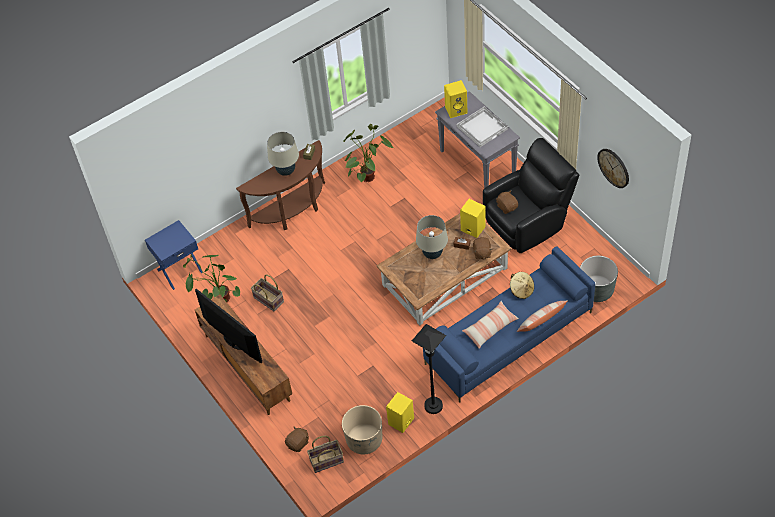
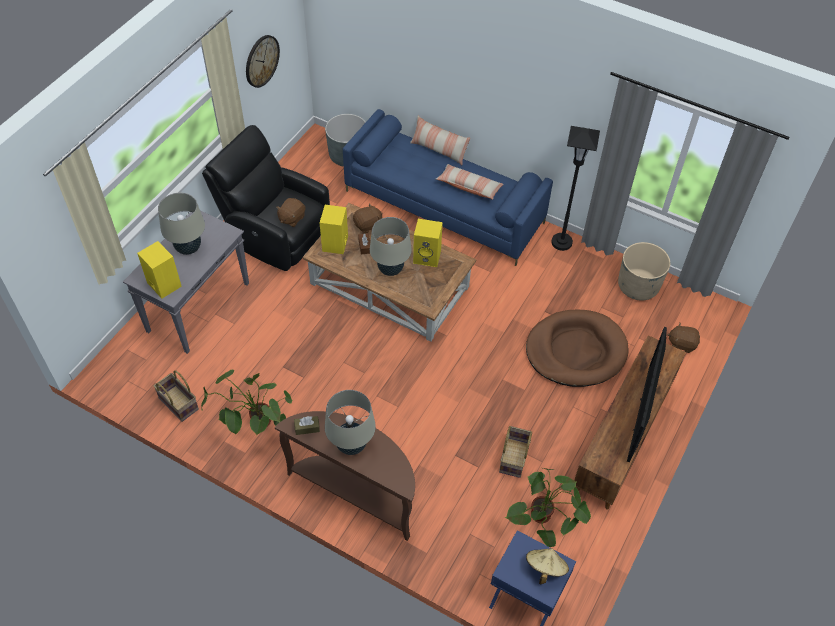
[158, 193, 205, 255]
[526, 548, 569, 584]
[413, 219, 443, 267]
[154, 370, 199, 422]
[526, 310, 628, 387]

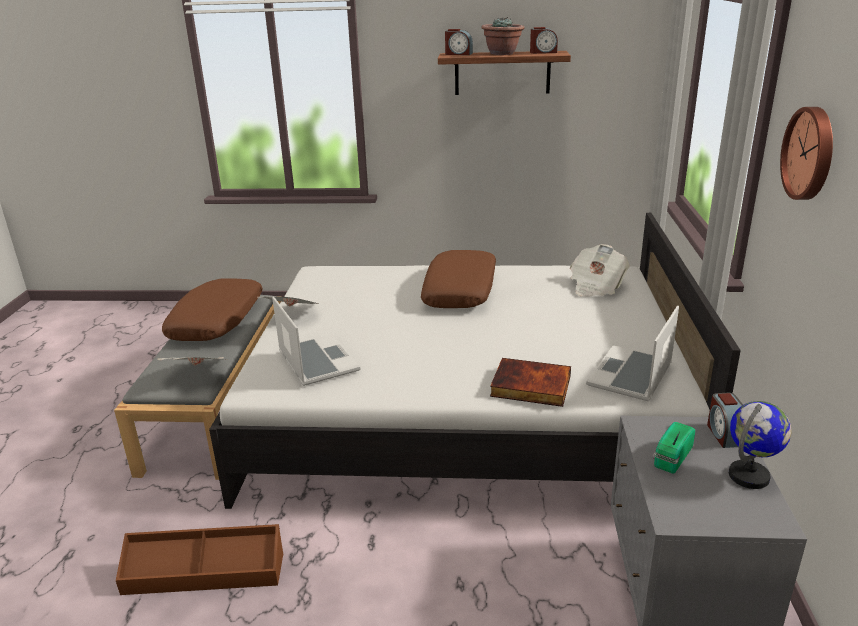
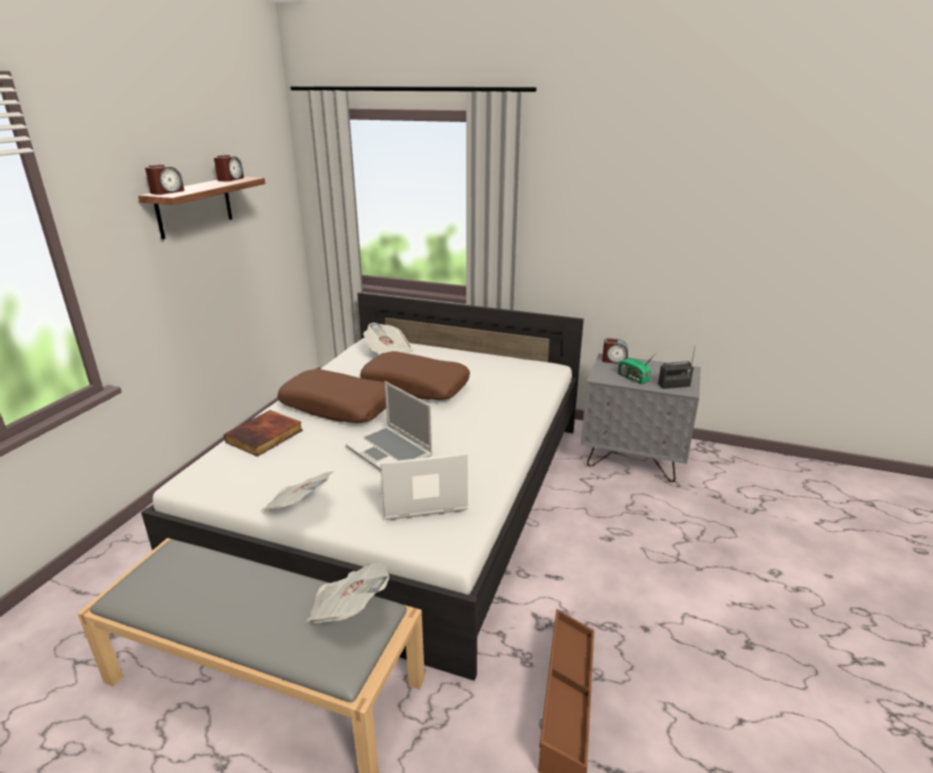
[481, 17, 524, 55] (first image)
[780, 107, 833, 200] (first image)
[360, 351, 470, 400]
[346, 381, 433, 471]
[224, 410, 303, 457]
[729, 401, 791, 489] (first image)
[658, 348, 695, 389]

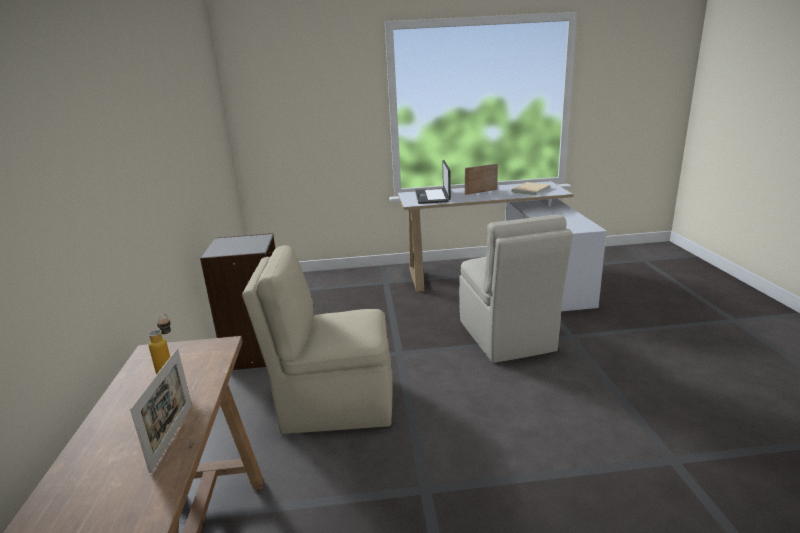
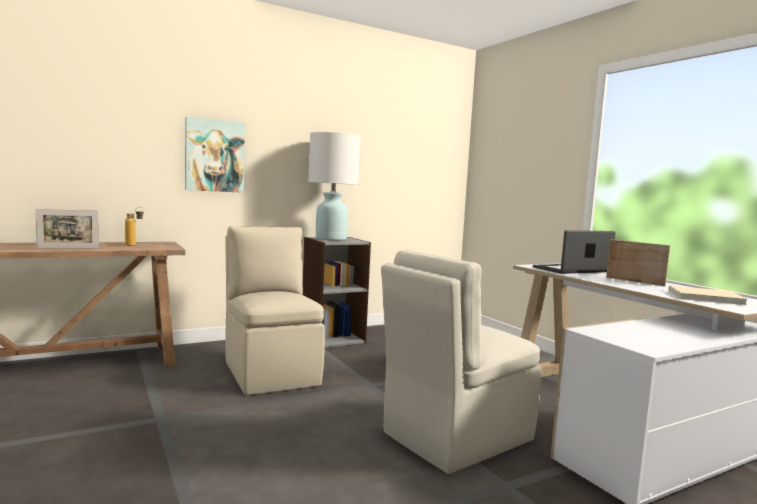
[185, 117, 245, 193]
[308, 132, 360, 241]

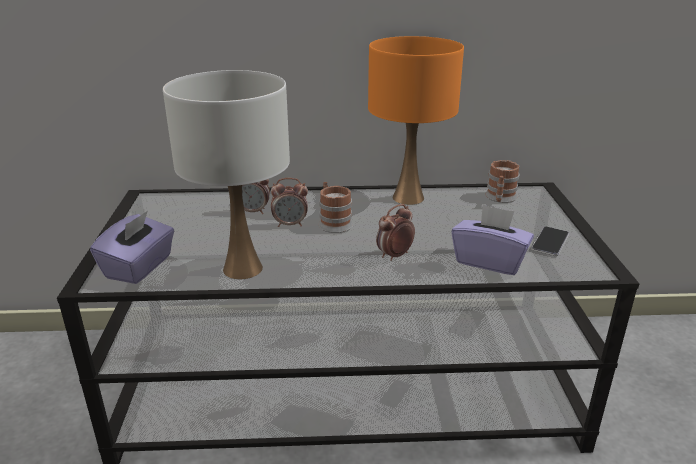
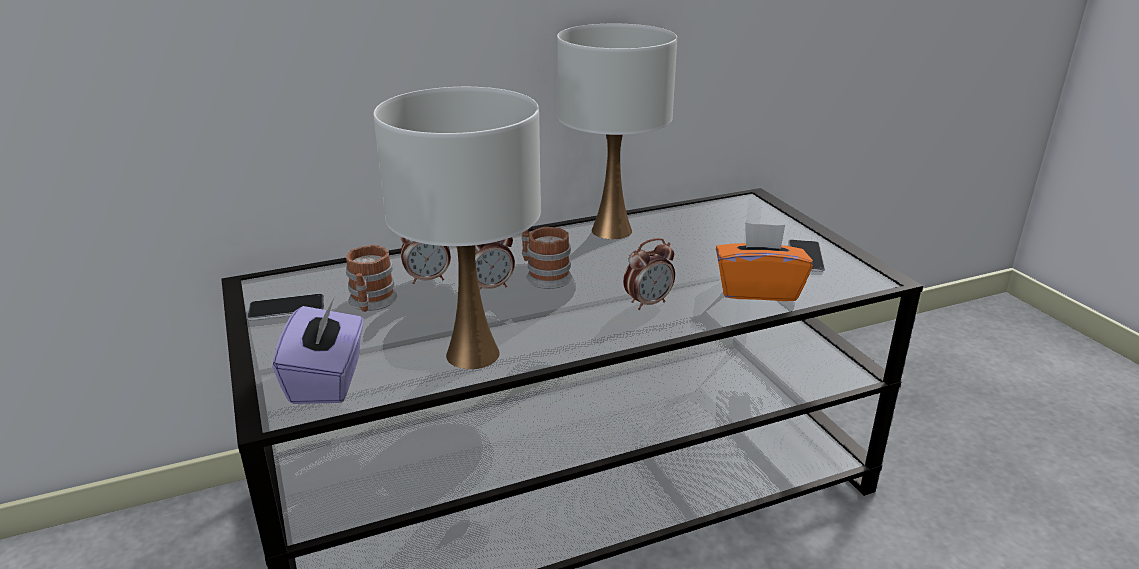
[557, 24, 677, 239]
[346, 245, 397, 312]
[623, 238, 675, 310]
[716, 222, 813, 301]
[247, 294, 324, 321]

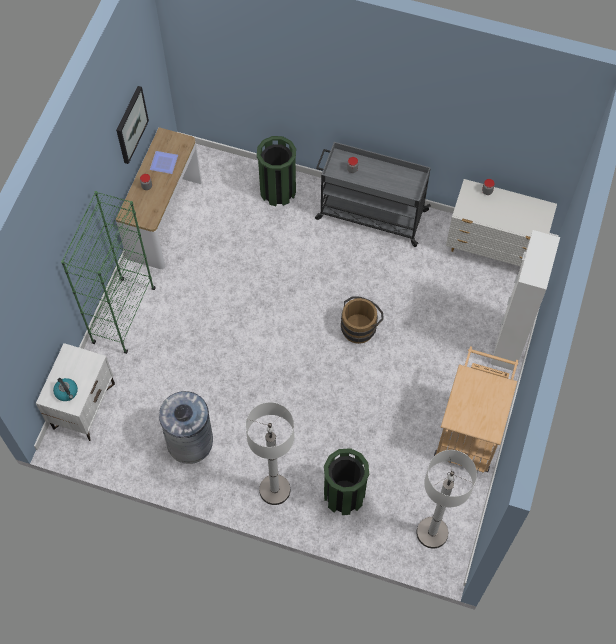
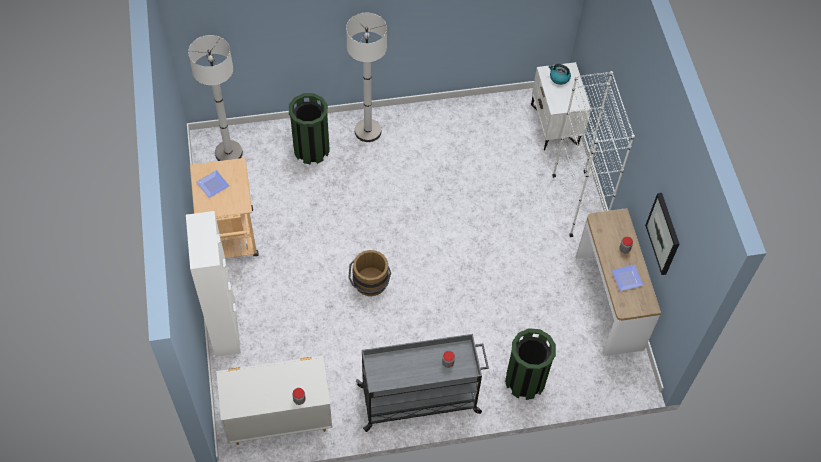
[552, 71, 635, 237]
[159, 391, 213, 464] (first image)
[196, 170, 229, 198]

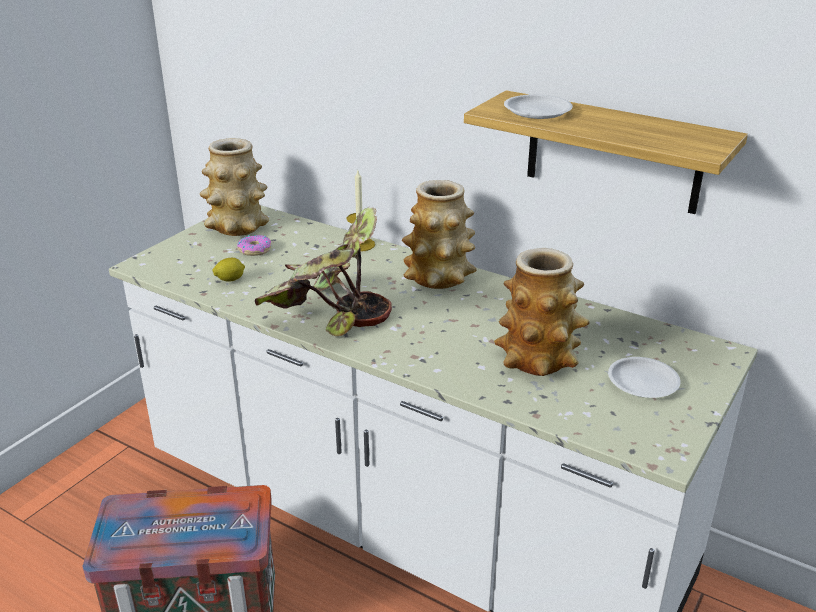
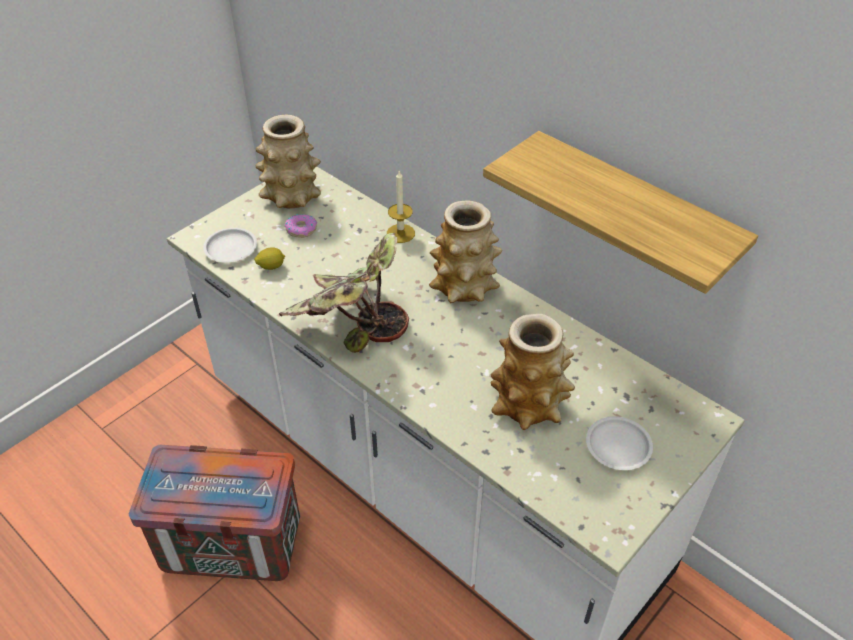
[203, 228, 257, 263]

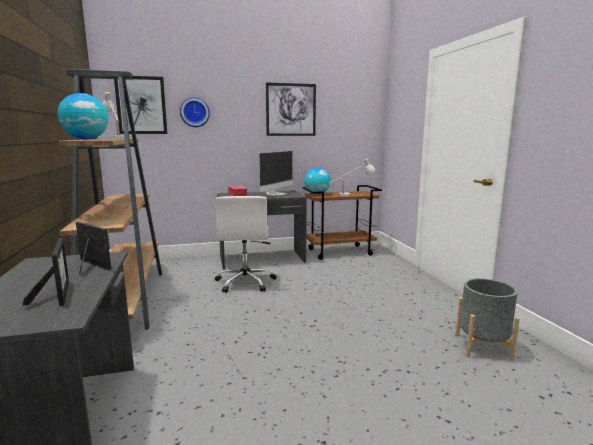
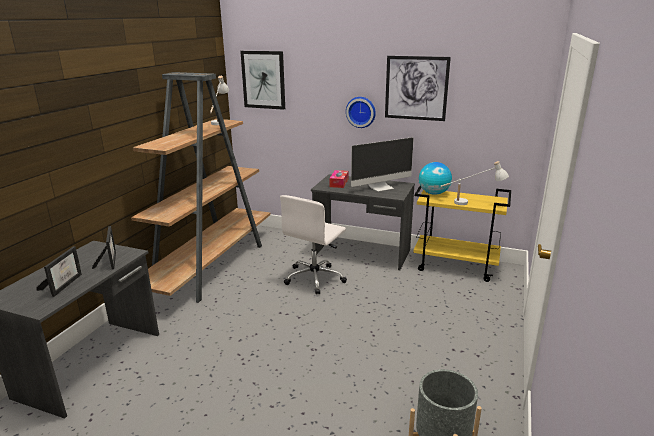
[58, 93, 108, 140] (first image)
[346, 97, 376, 128]
[413, 186, 511, 282]

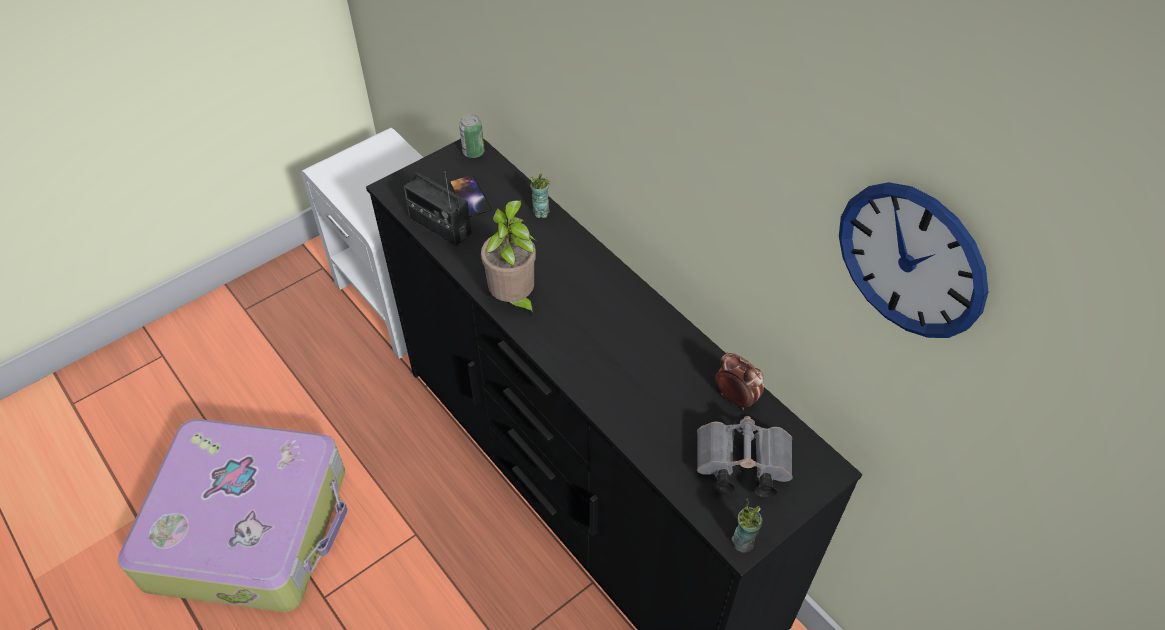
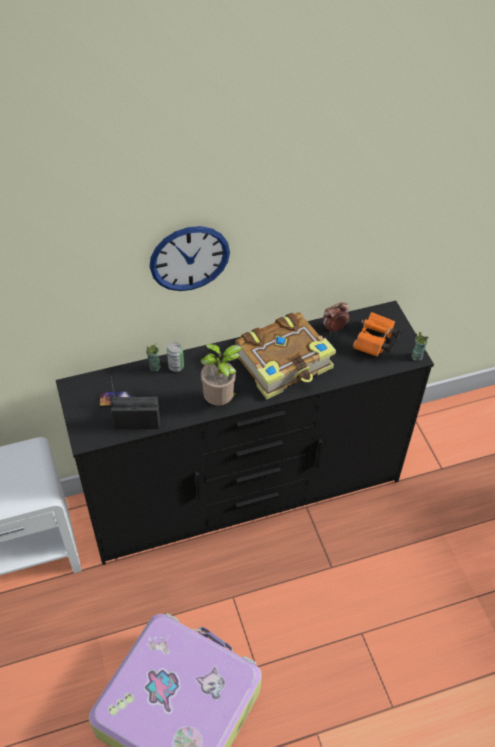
[167, 343, 184, 372]
[111, 379, 160, 429]
[150, 226, 230, 291]
[353, 312, 401, 357]
[235, 312, 336, 399]

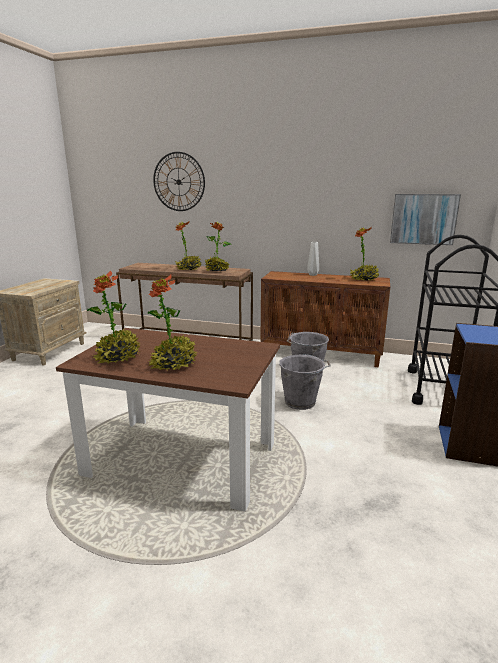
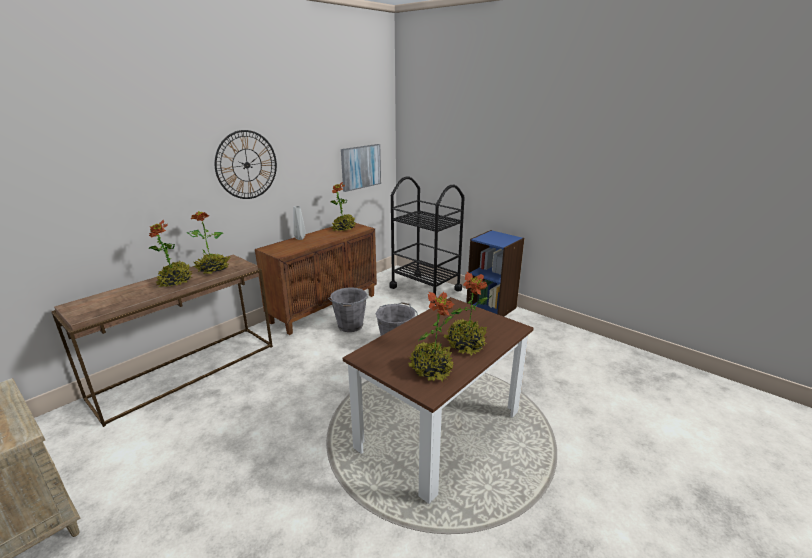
[214, 130, 277, 199]

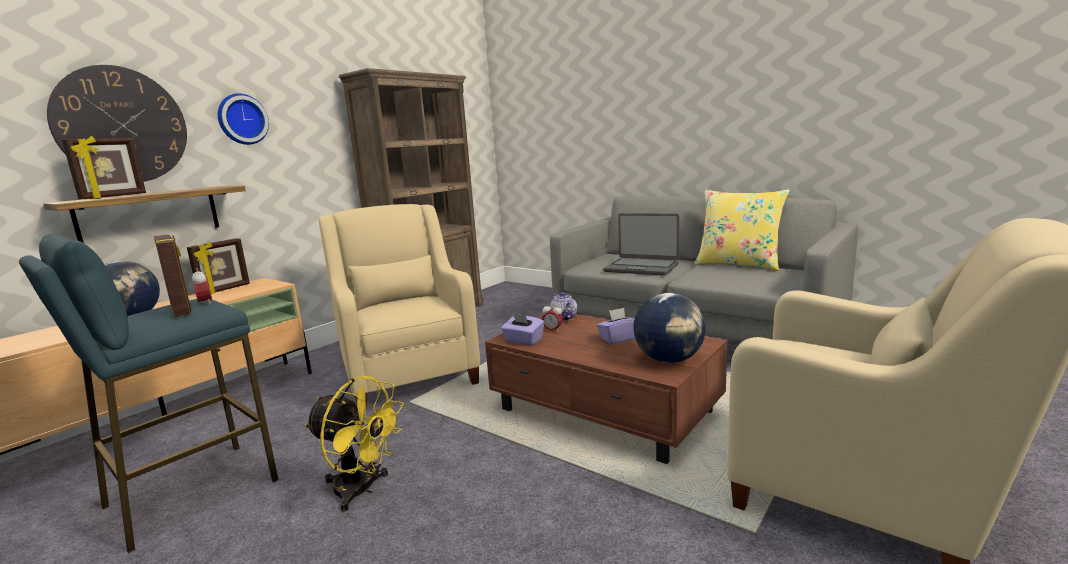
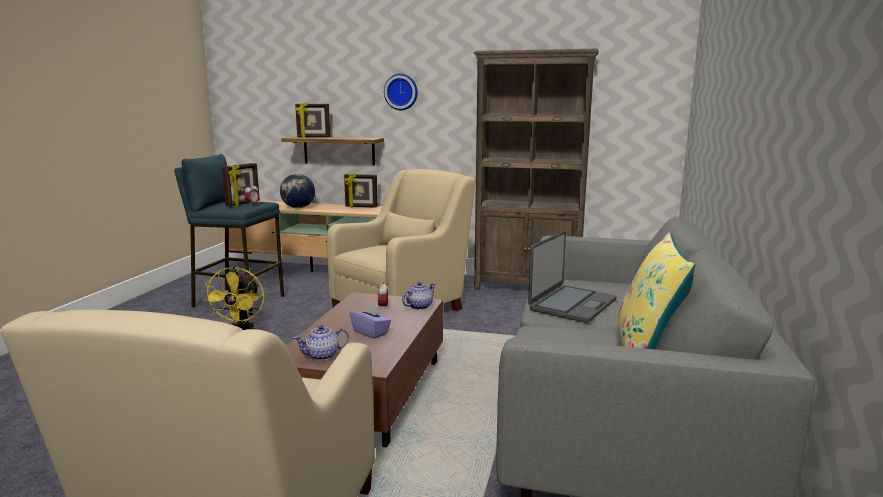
[47, 65, 187, 182] (first image)
[528, 231, 617, 323]
[293, 325, 349, 361]
[501, 313, 544, 346] (first image)

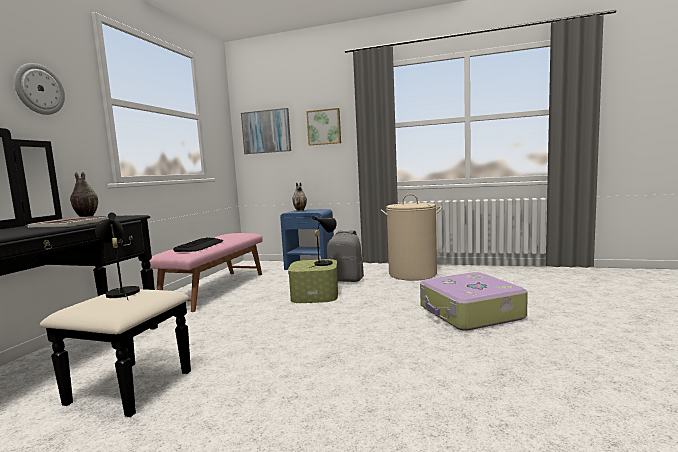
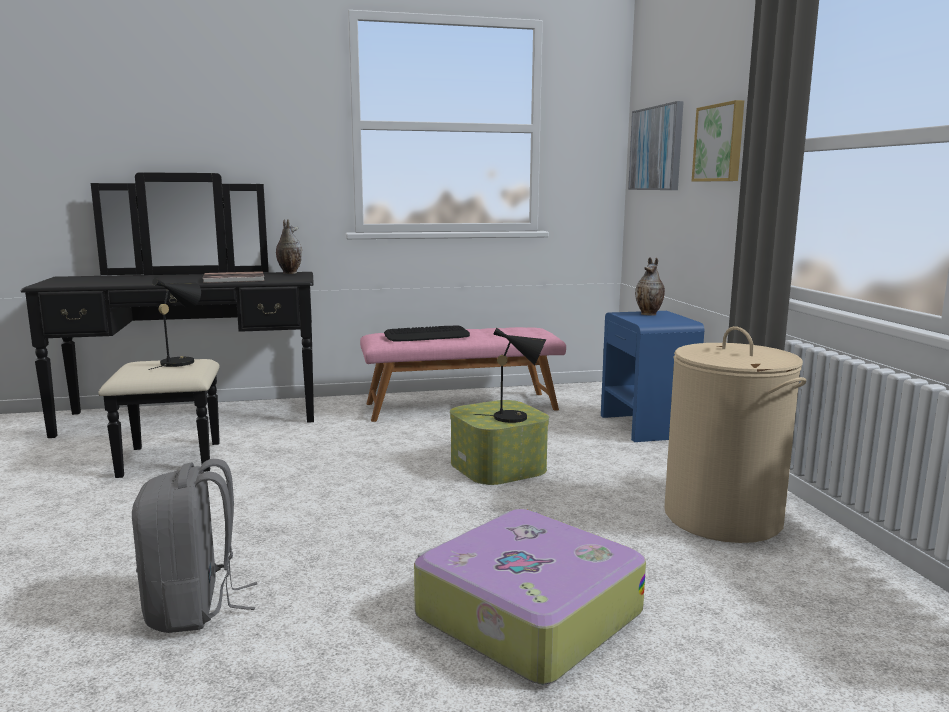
[14, 63, 65, 115] (first image)
[132, 459, 258, 633]

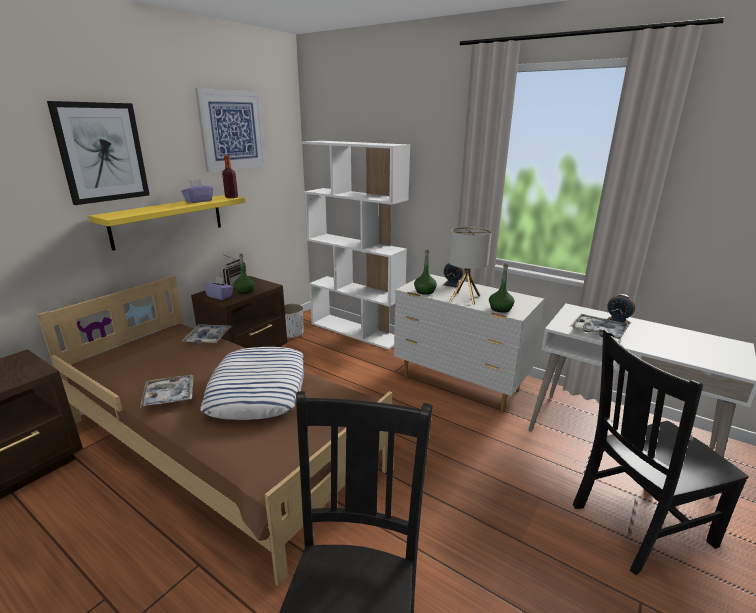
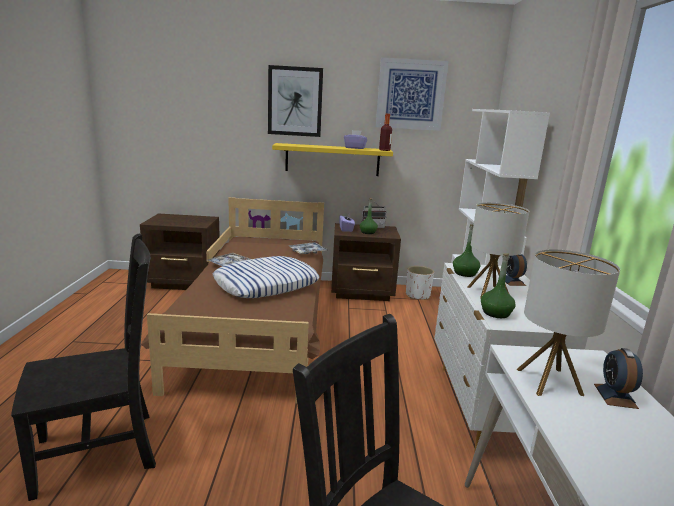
[517, 249, 620, 396]

